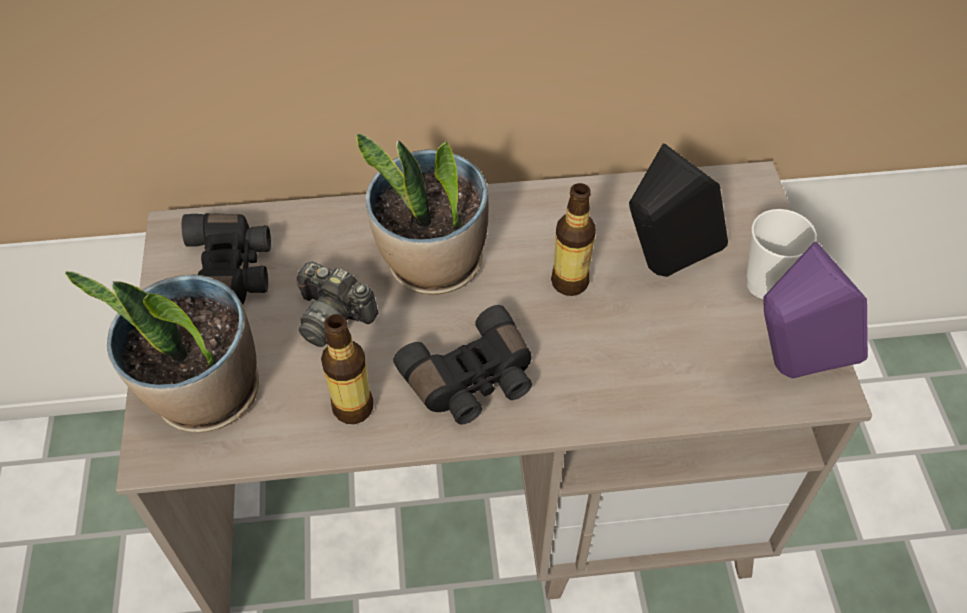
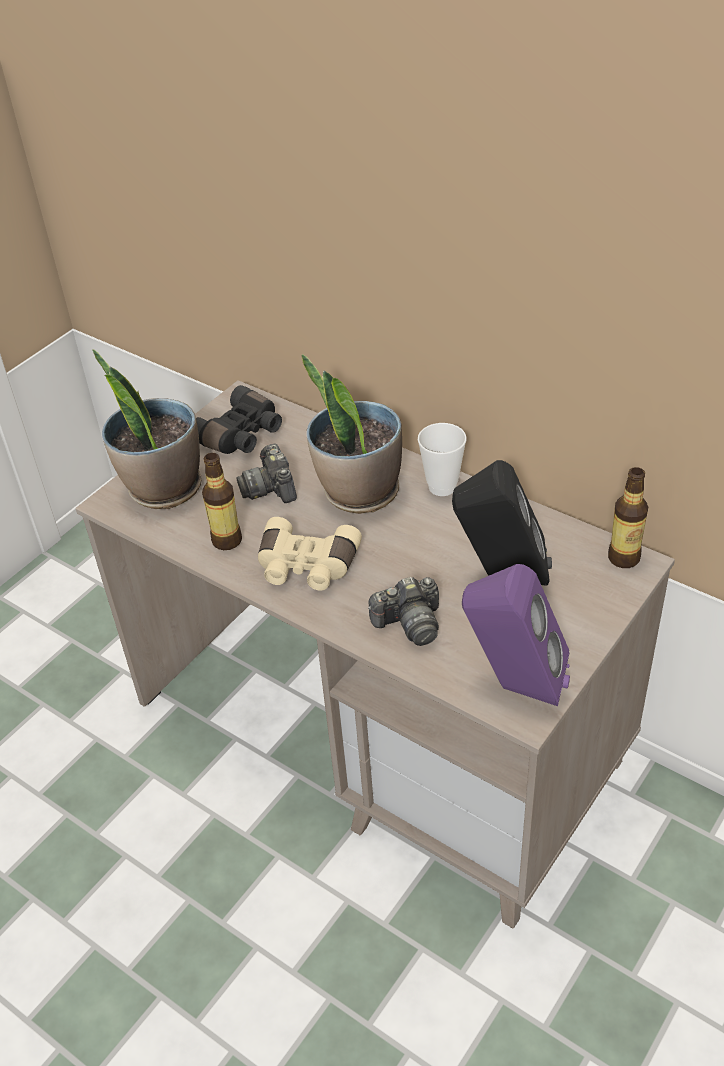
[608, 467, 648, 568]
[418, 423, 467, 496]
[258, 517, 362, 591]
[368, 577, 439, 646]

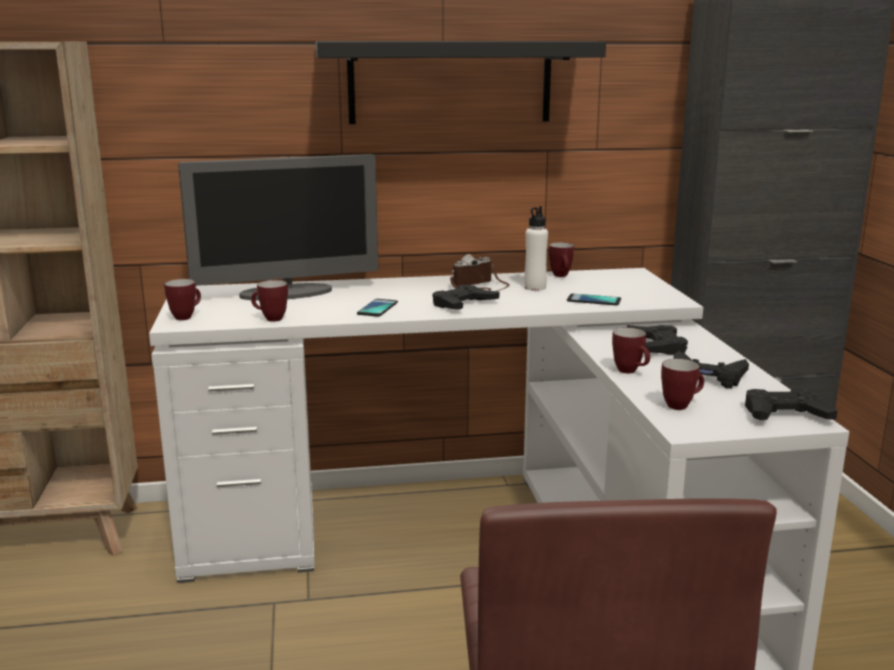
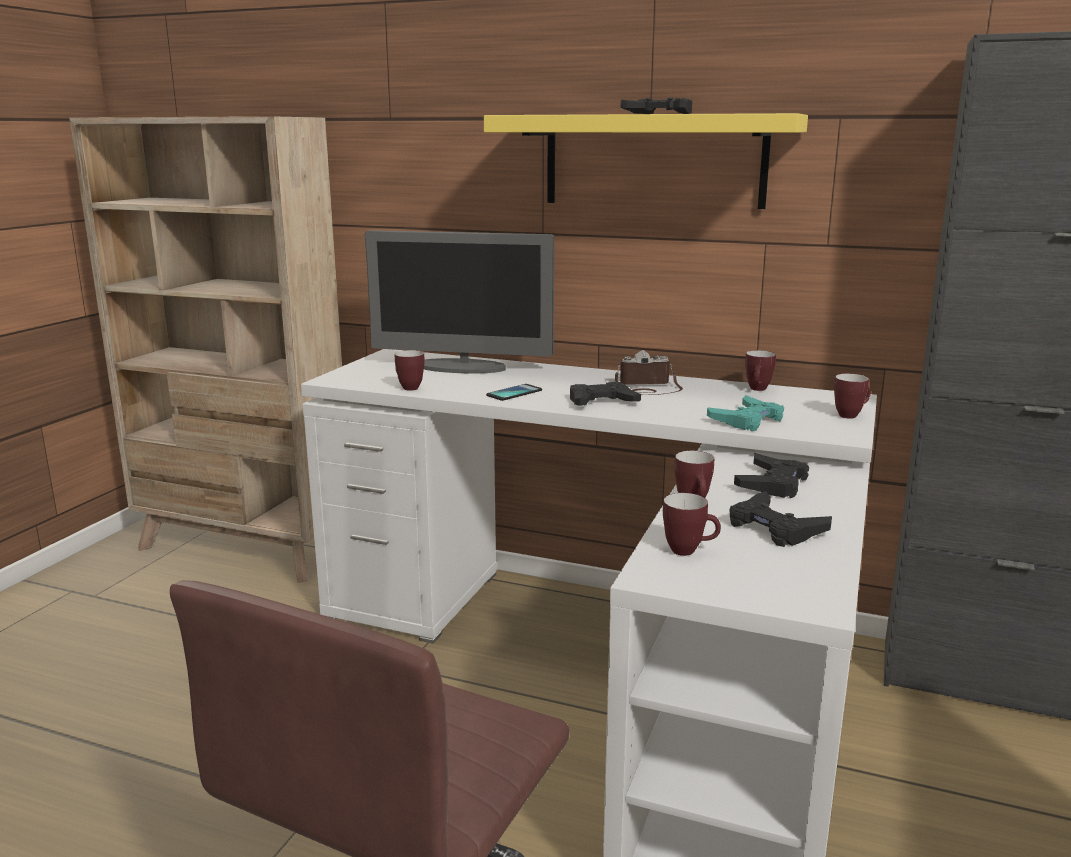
[484, 113, 808, 209]
[524, 206, 548, 291] (first image)
[834, 374, 871, 419]
[707, 395, 784, 431]
[620, 97, 692, 114]

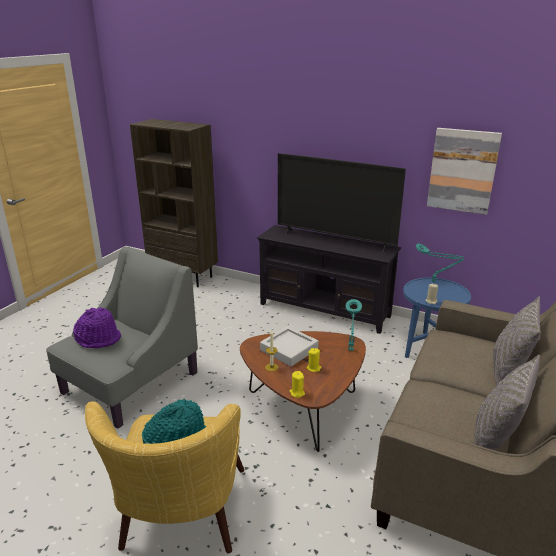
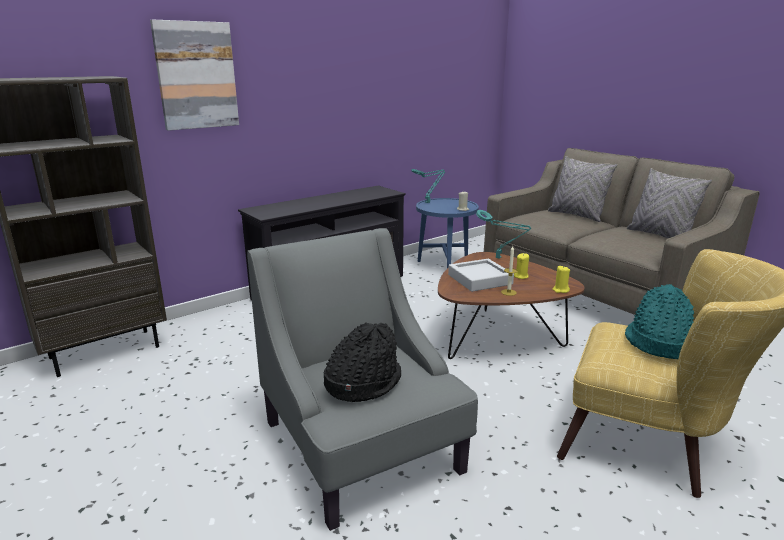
[150, 19, 239, 131]
[278, 153, 406, 253] (first image)
[324, 322, 401, 402]

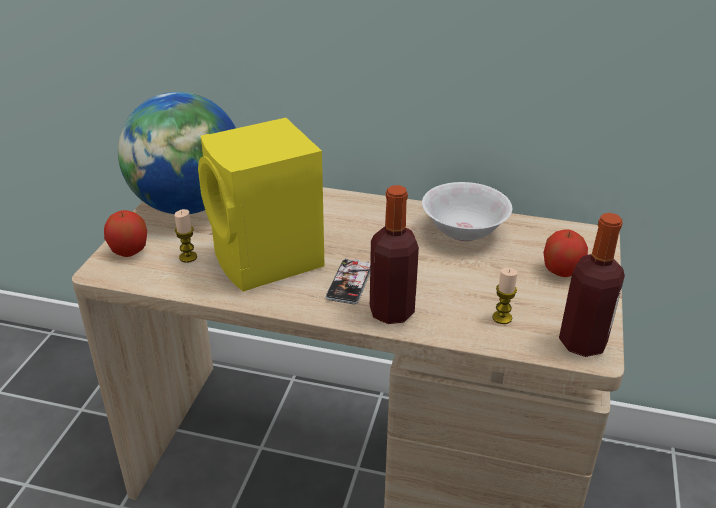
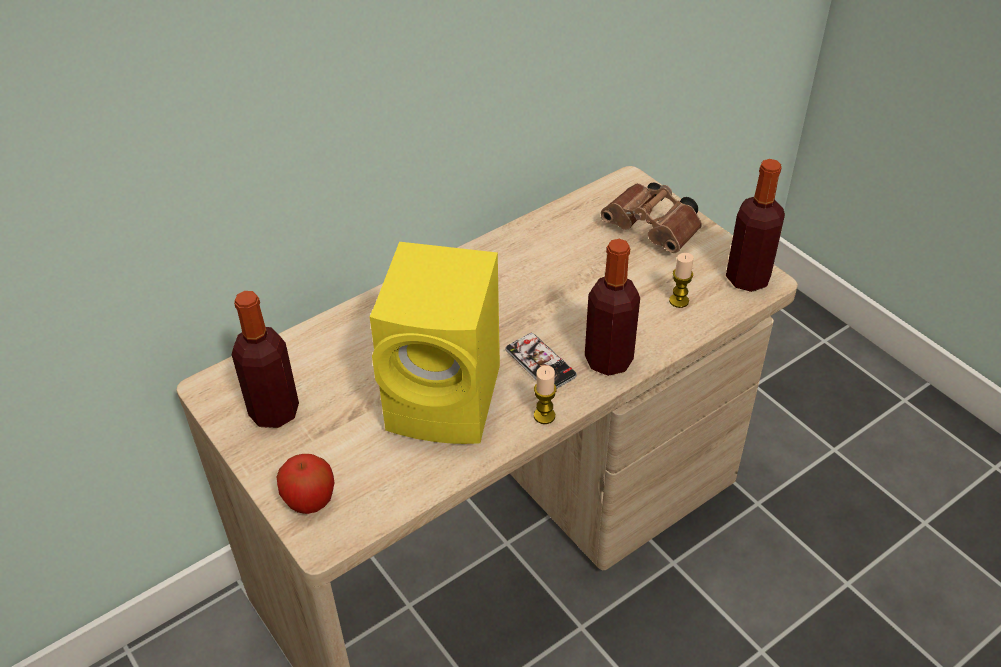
[232, 291, 299, 428]
[422, 182, 512, 241] (first image)
[534, 365, 557, 424]
[601, 182, 702, 253]

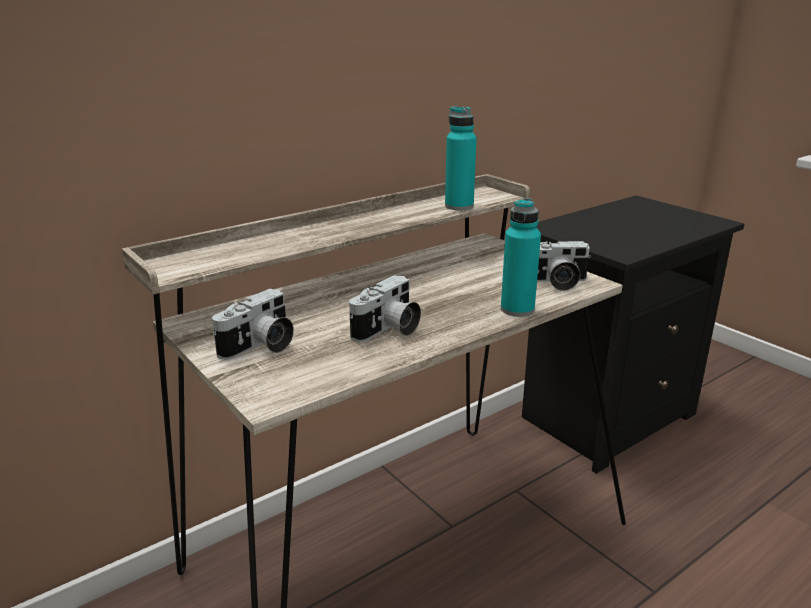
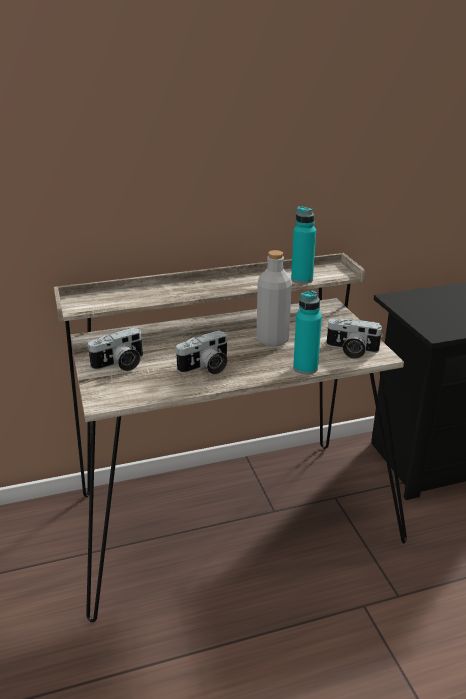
[256, 250, 292, 347]

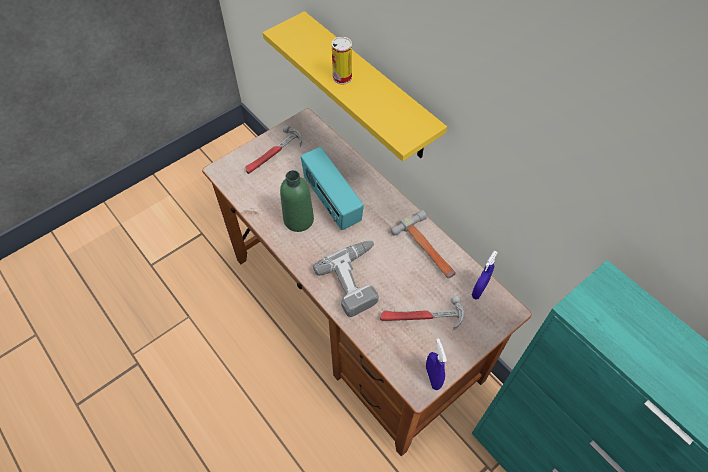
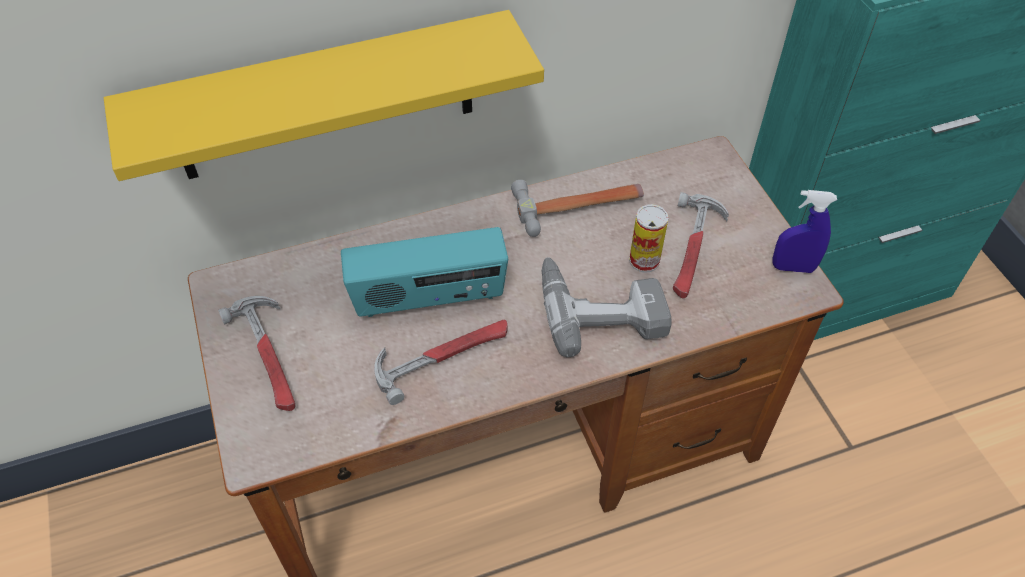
[629, 204, 669, 273]
[374, 320, 508, 405]
[472, 250, 498, 299] (first image)

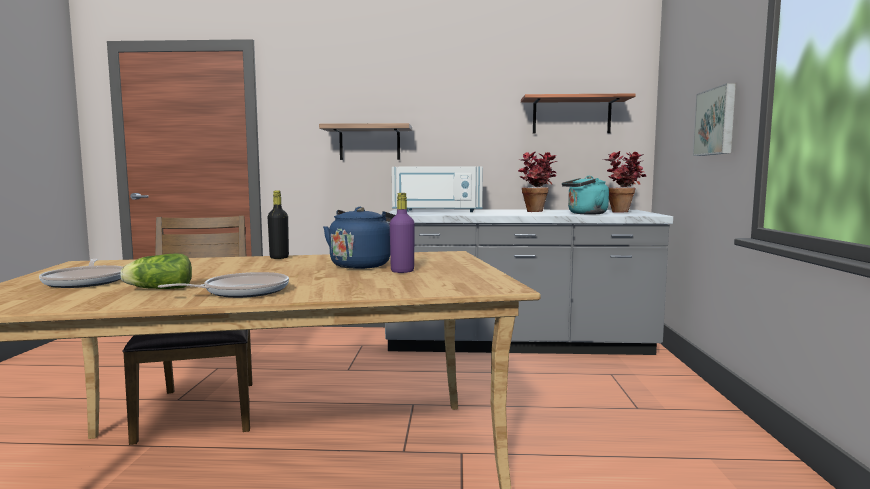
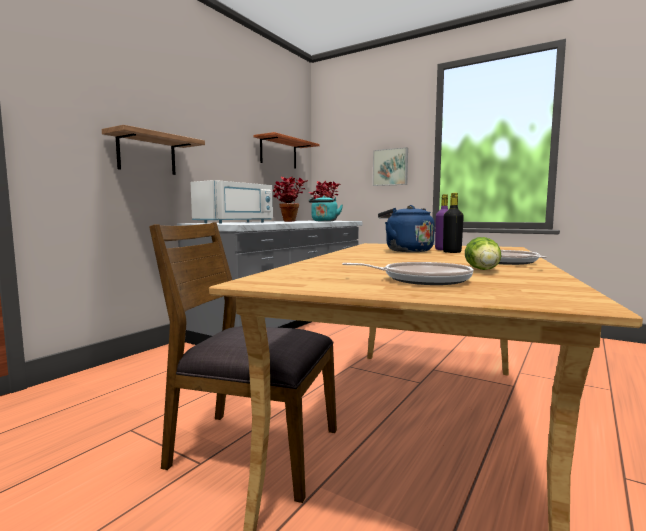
[443, 193, 464, 253]

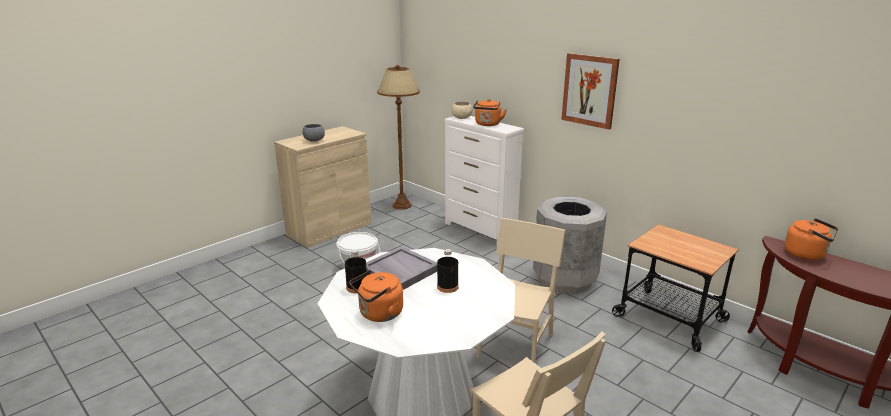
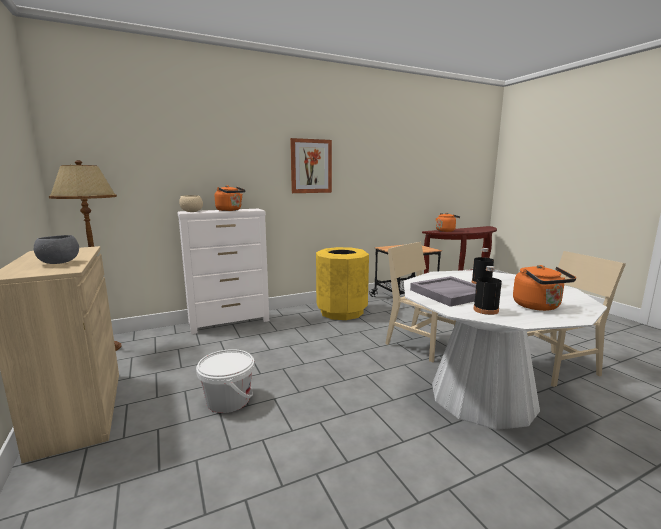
[316, 247, 369, 320]

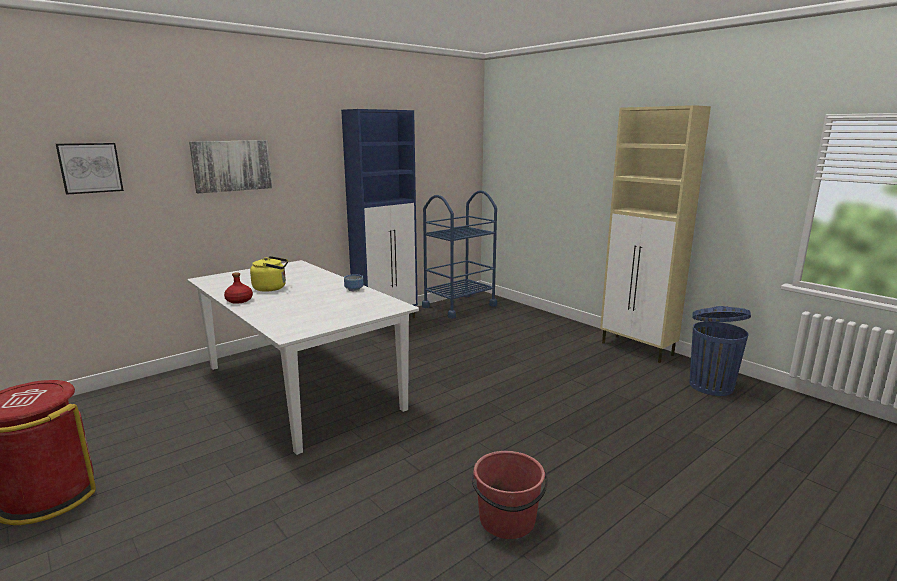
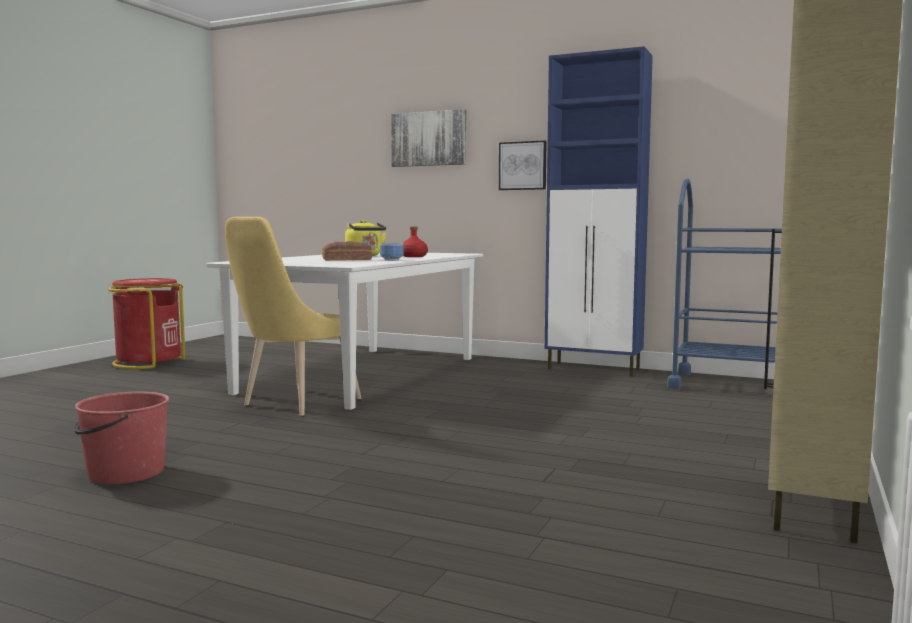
[499, 140, 547, 190]
[402, 226, 428, 257]
[690, 306, 751, 396] (first image)
[225, 217, 362, 416]
[322, 241, 372, 260]

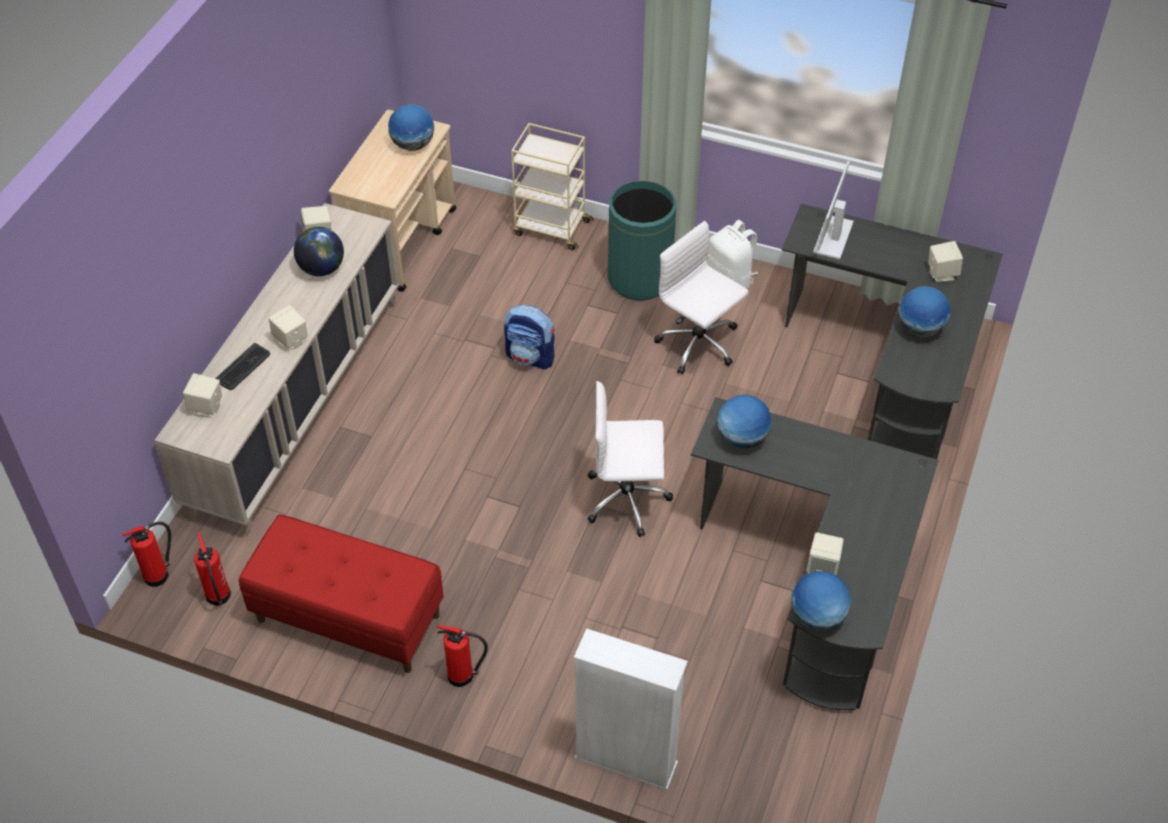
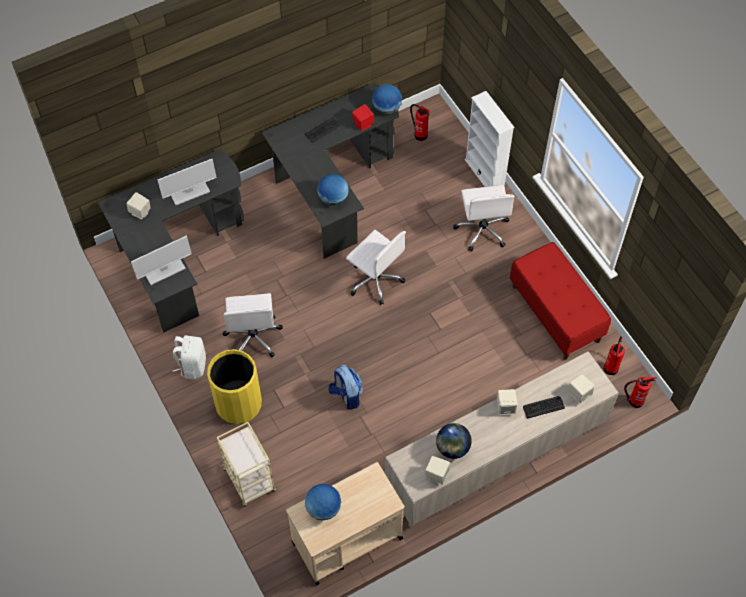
[207, 349, 262, 424]
[157, 159, 217, 205]
[352, 104, 374, 131]
[410, 104, 430, 141]
[305, 117, 340, 142]
[453, 185, 515, 251]

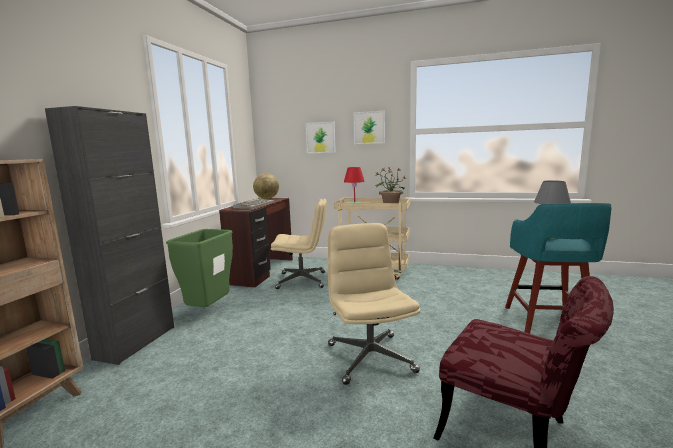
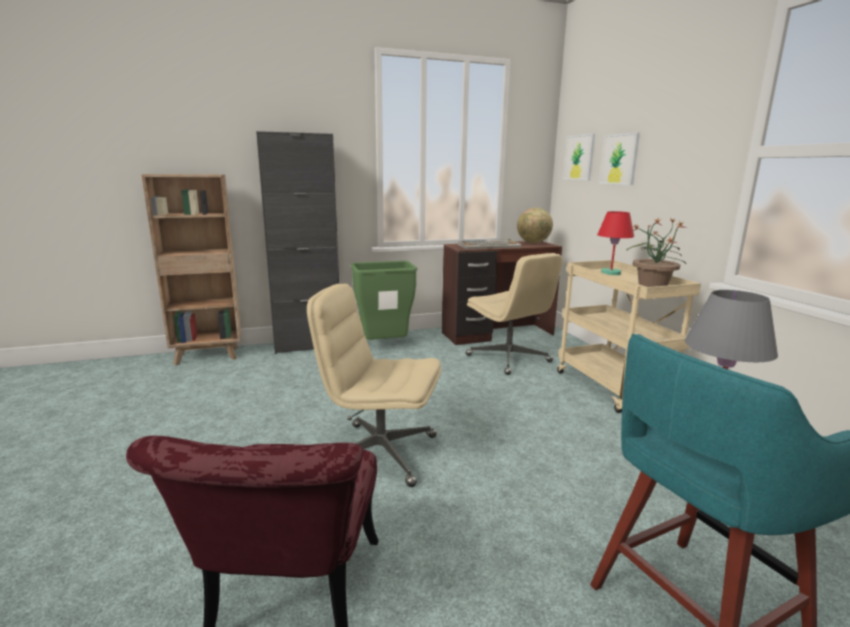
[563, 134, 595, 180]
[307, 284, 441, 487]

